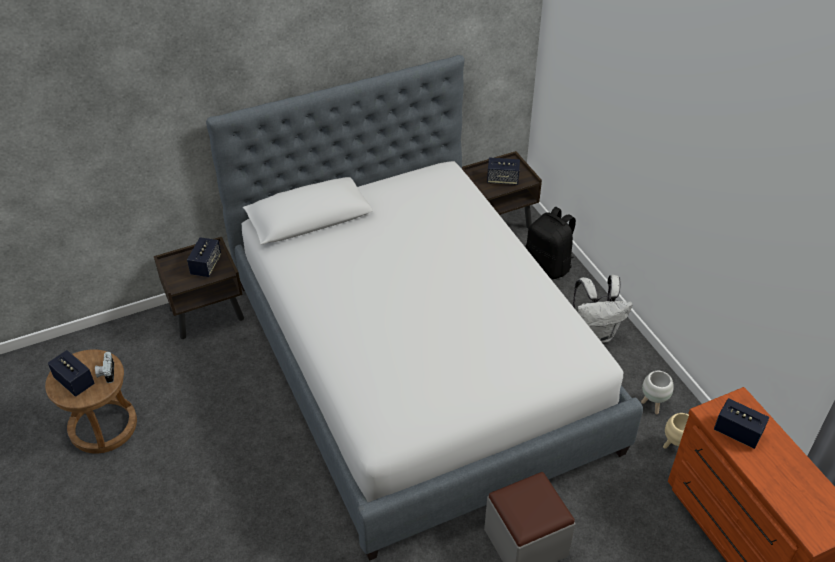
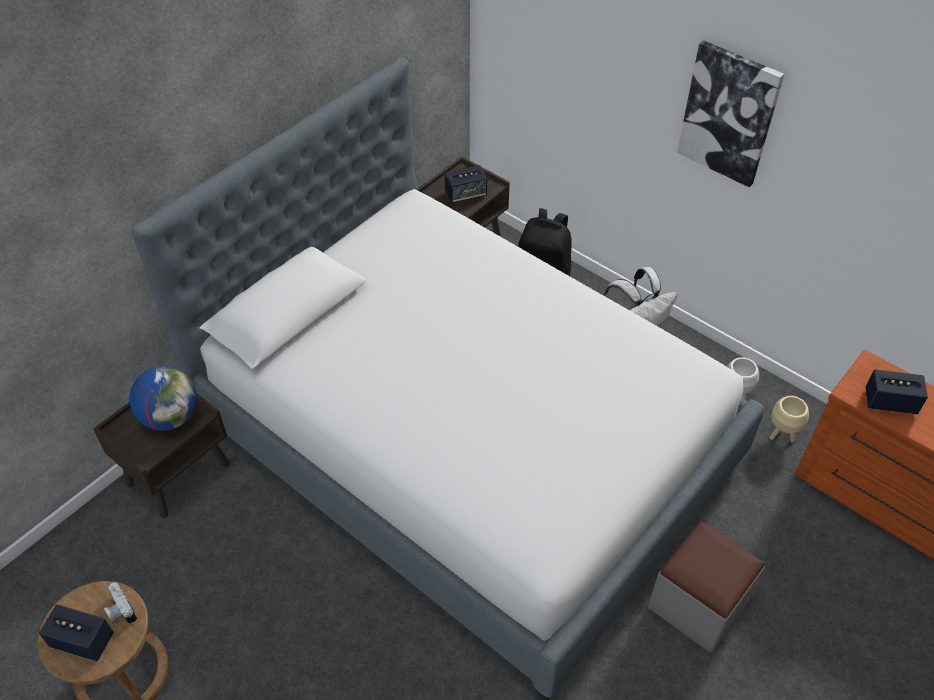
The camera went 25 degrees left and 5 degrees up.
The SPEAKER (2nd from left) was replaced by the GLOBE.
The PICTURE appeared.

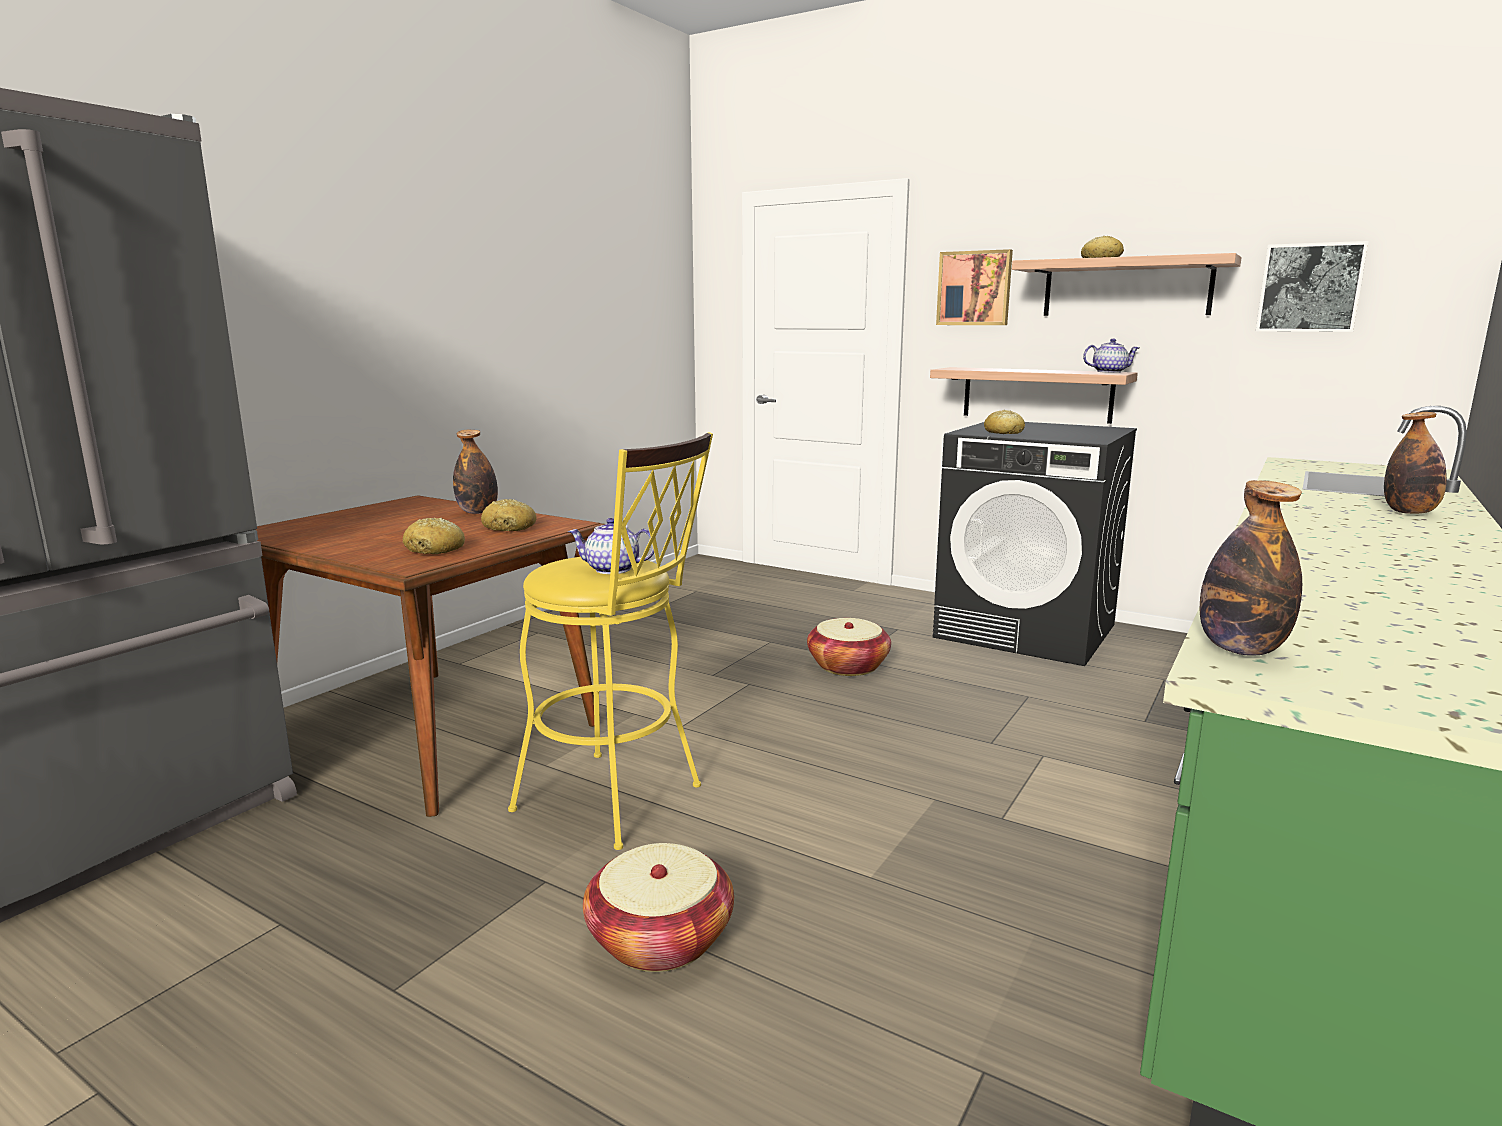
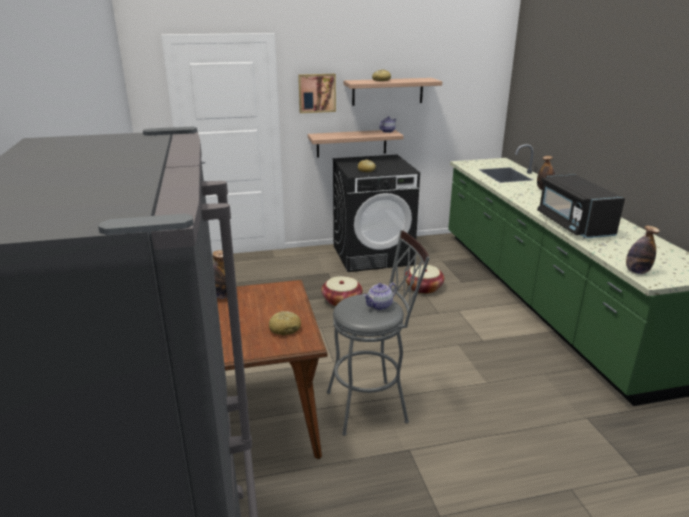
The camera went 45 degrees left and 10 degrees up.
The PICTURE (2nd from left) disappeared.
The YELLOW STOOL SEAT became the GRAY STOOL SEAT.
The BREAD (2nd from left) disappeared.
The STORAGE BASKET (1st from left in the first image) moved.
The BLACKISH MICROWAVE OVEN appeared.

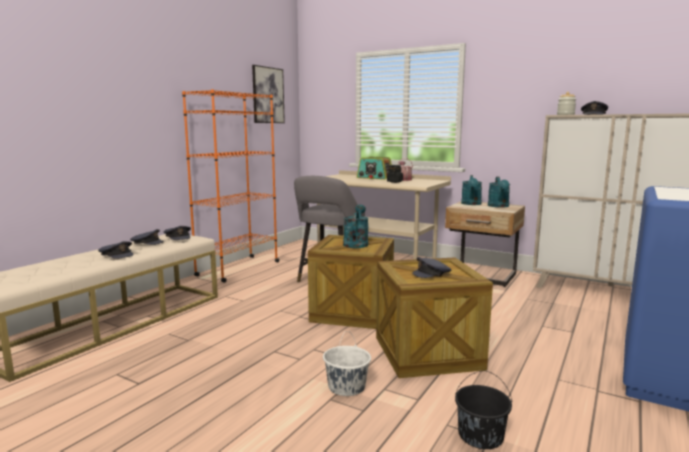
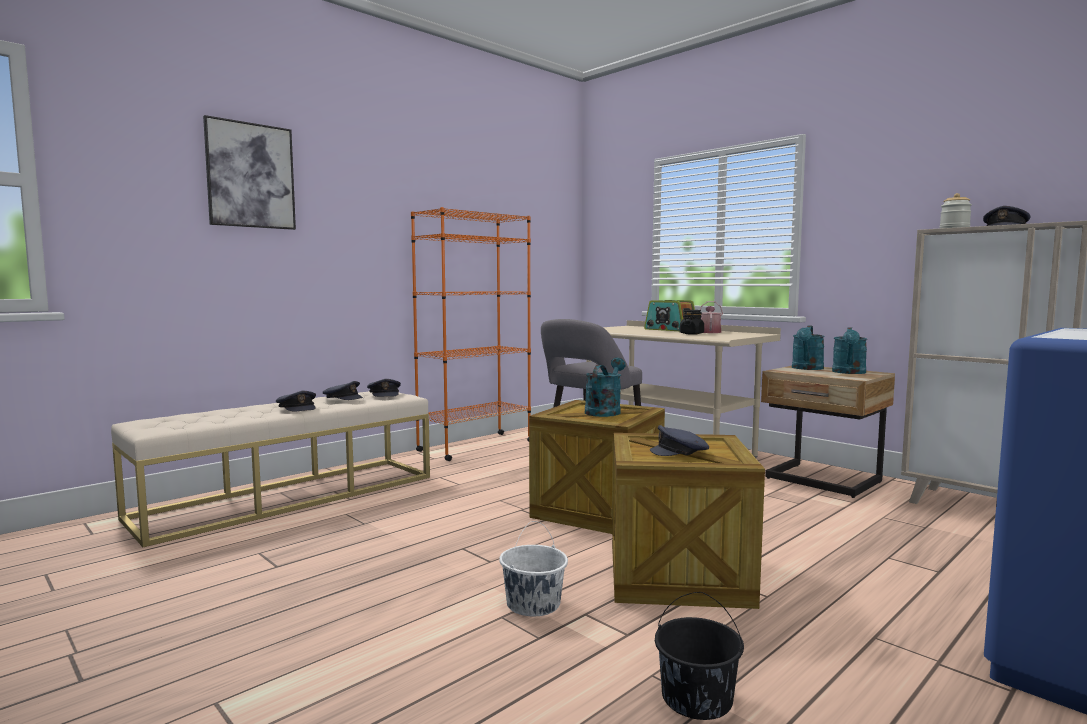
The camera went 15 degrees right and 5 degrees down.
The PICTURE moved.

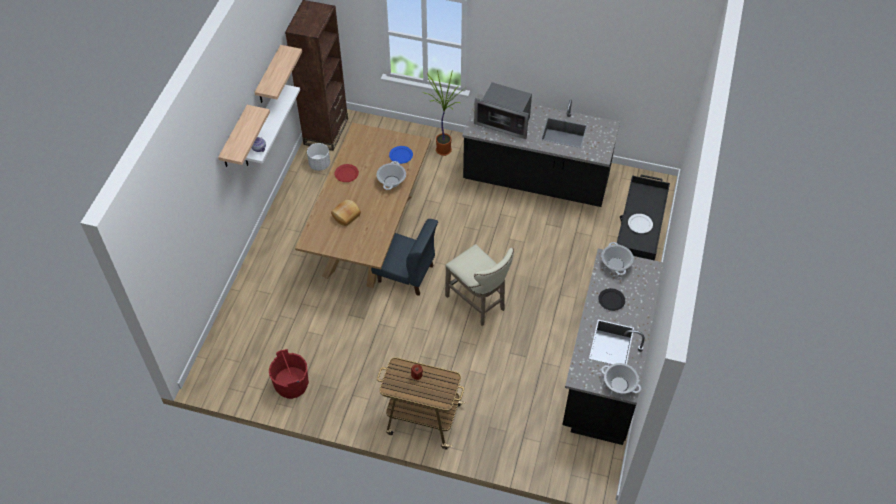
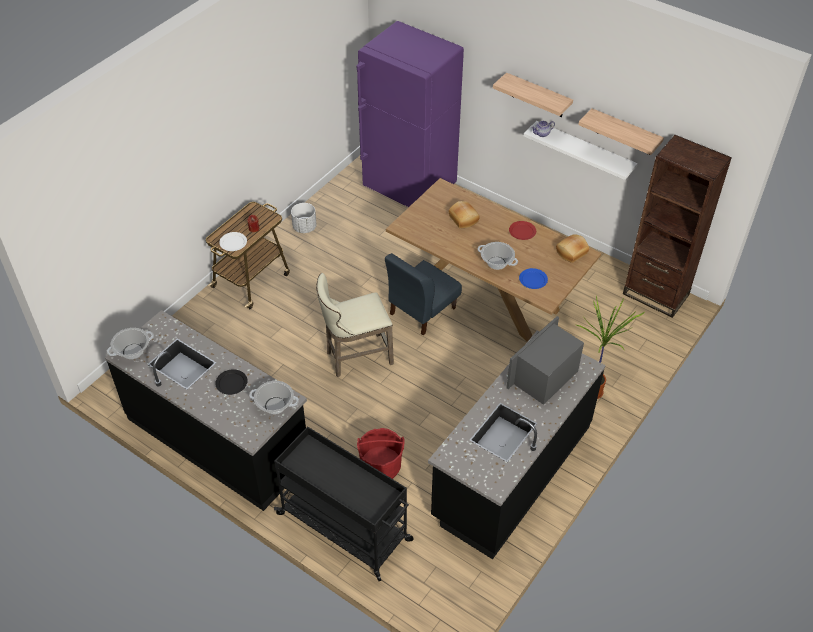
The camera went 110 degrees right and 5 degrees down.
The WHITISH FLOWER POT moved.
The WHITISH DINNER PLATE moved.
The RED-COLOURED WATER BUCKET moved.
The PURPLE-COLOURED FRIDGE appeared.
The BREAD (2nd from left) appeared.

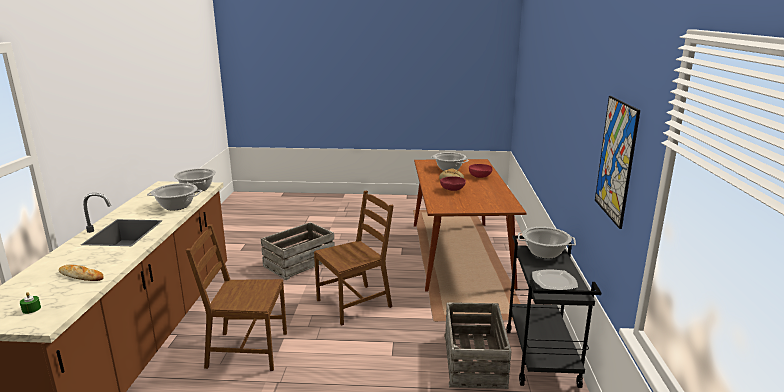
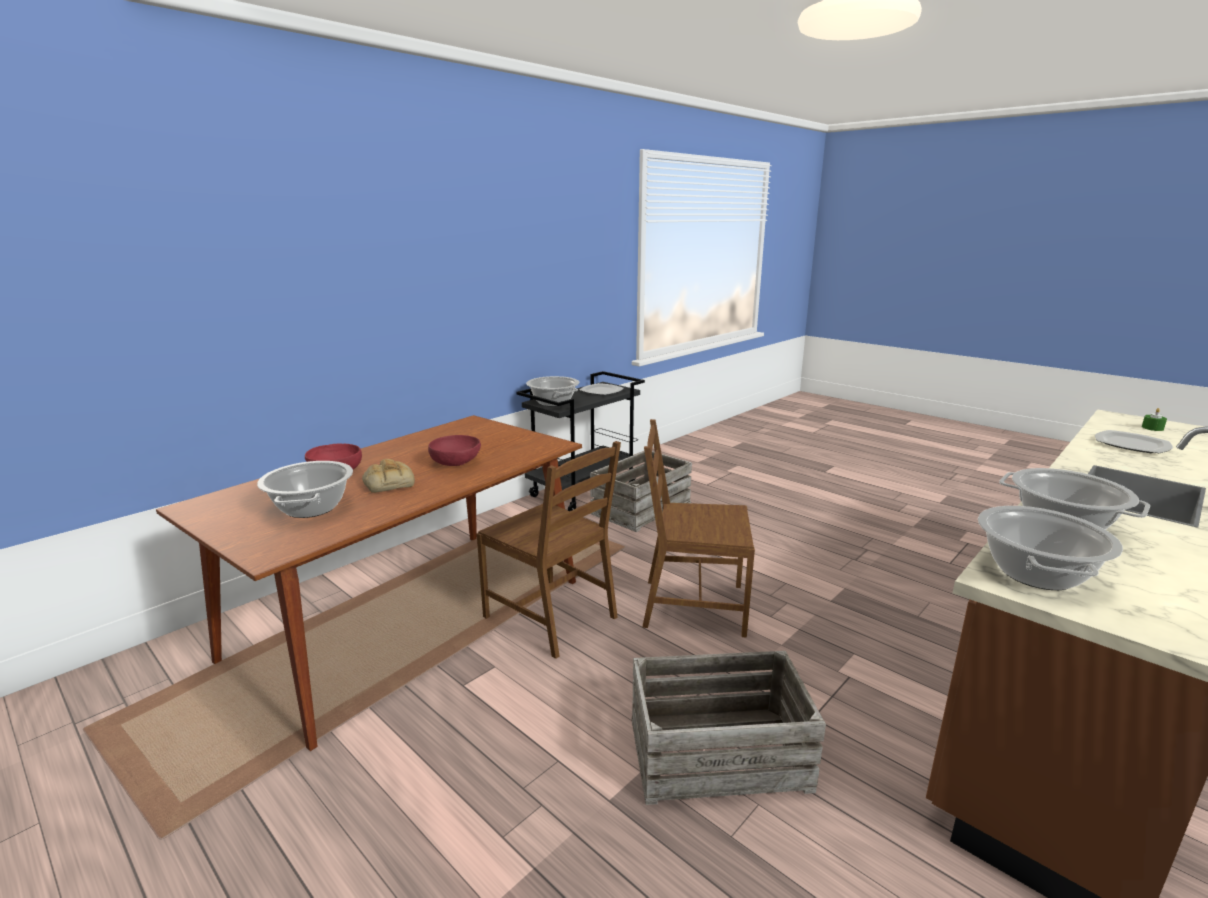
The camera went 140 degrees left and 0 degrees up.
The PICTURE disappeared.
The BROWNISH PLAIN CHAIR (1st from left) moved.
The BREAD (1st from left) was replaced by the DINNER PLATE (2nd from left).

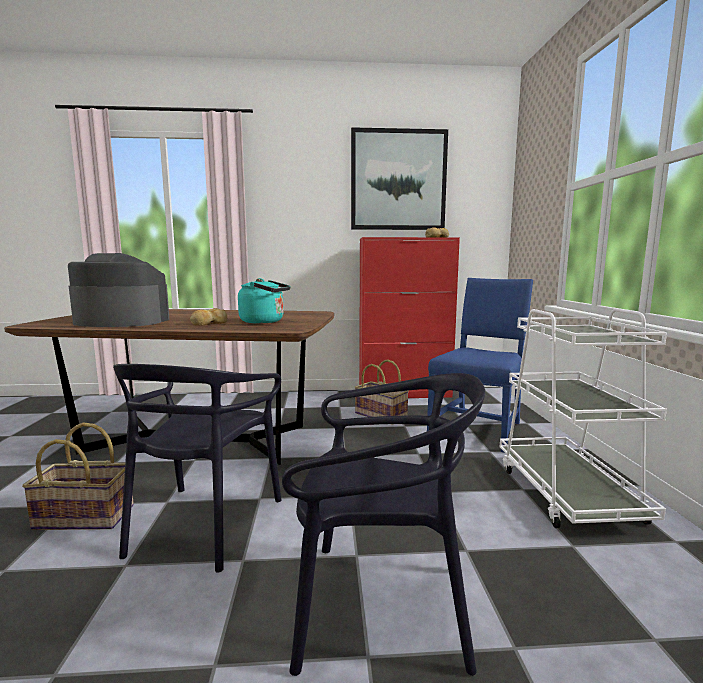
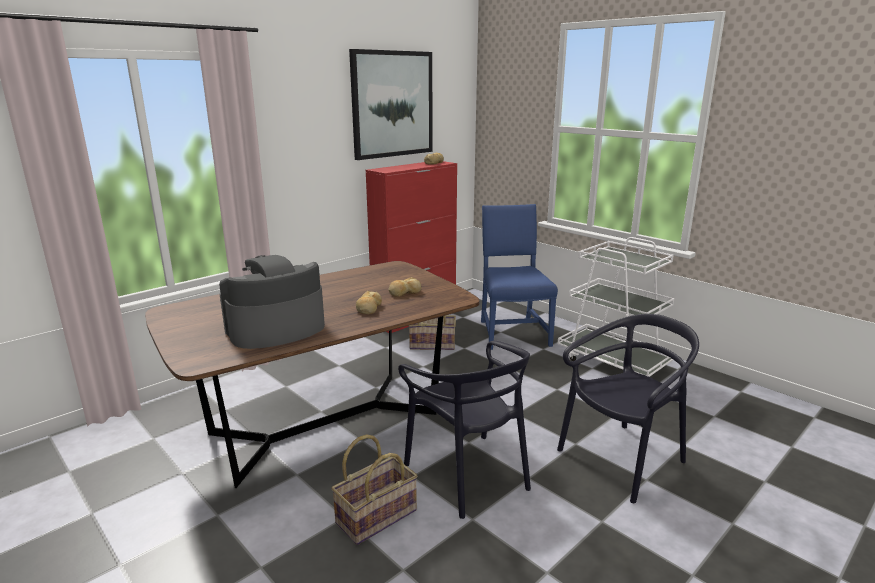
The camera went 40 degrees left and 10 degrees up.
The TURQUOISE TEA KETTLE was replaced by the BREAD (2nd from left).

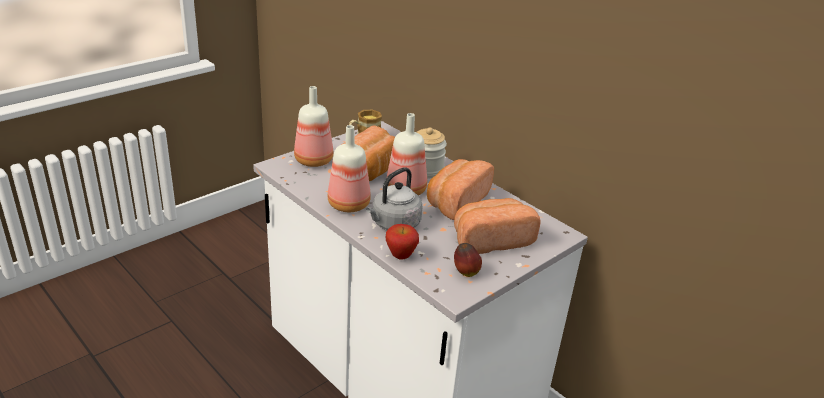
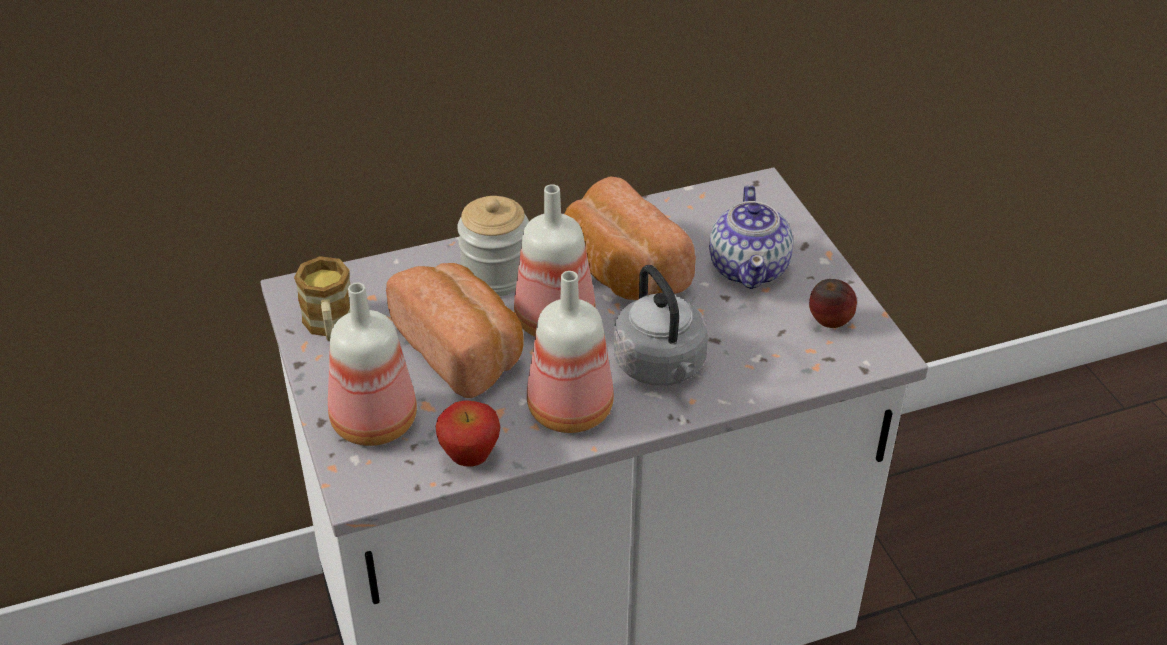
The camera went 65 degrees left and 10 degrees up.
The BREAD (3rd from left) was replaced by the TEA POT.
The APPLE (1st from left) moved.

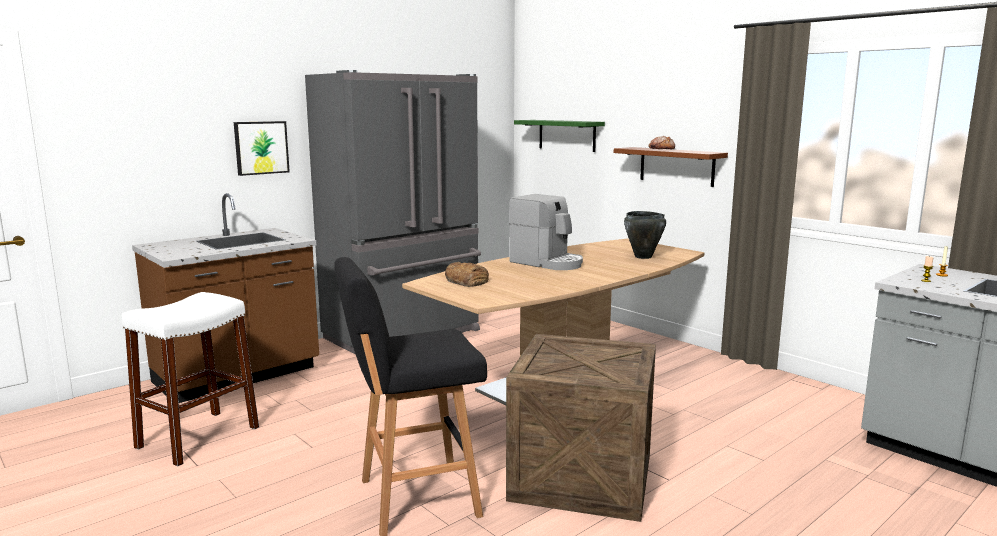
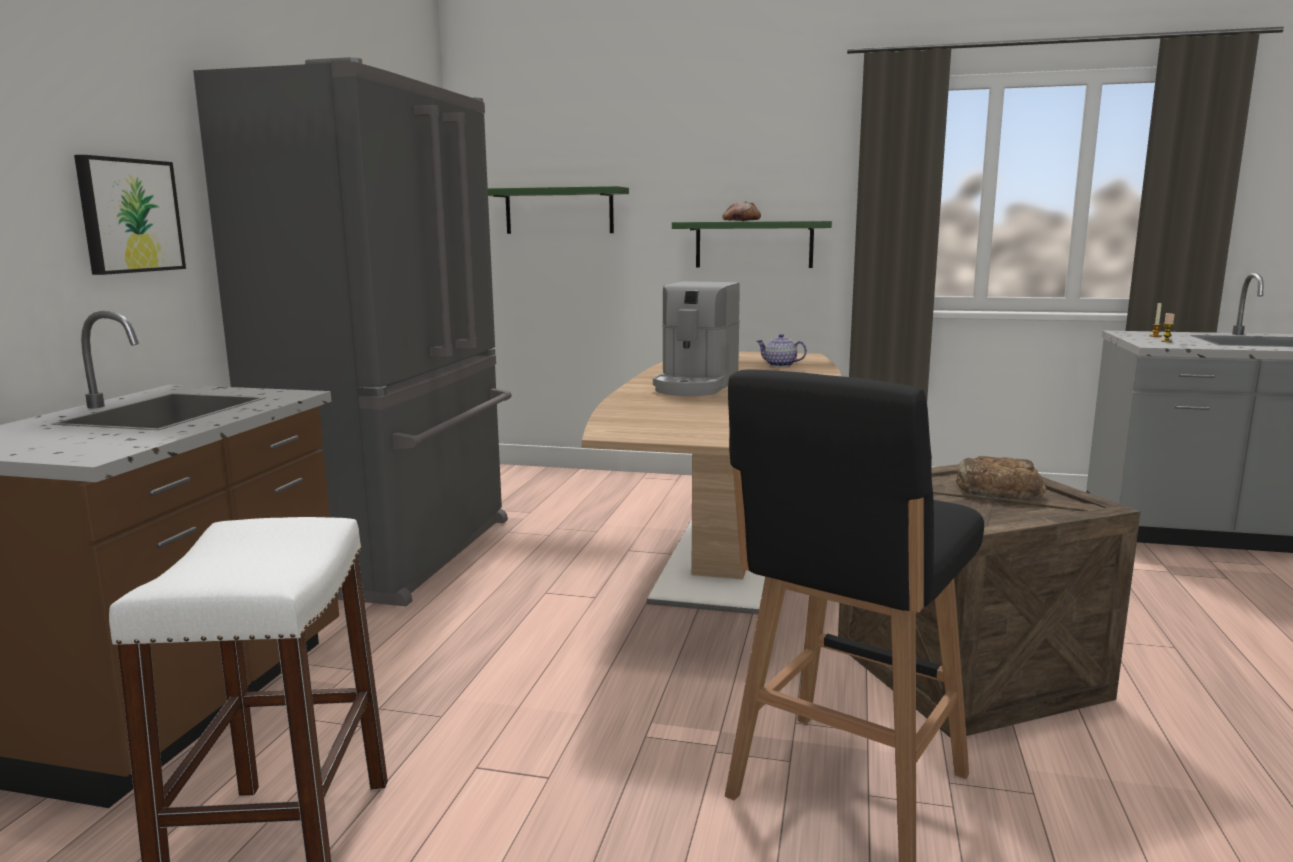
The camera went 35 degrees left and 0 degrees up.
The BROWNISH SHELF became the GREEN-COLOURED SHELF (2nd from left).
The COFFEE BREWER turned 105 degrees clockwise.
The BLACKISH SAUCEPOT was replaced by the TEA POT.
The BREAD (1st from left in the first image) moved.

